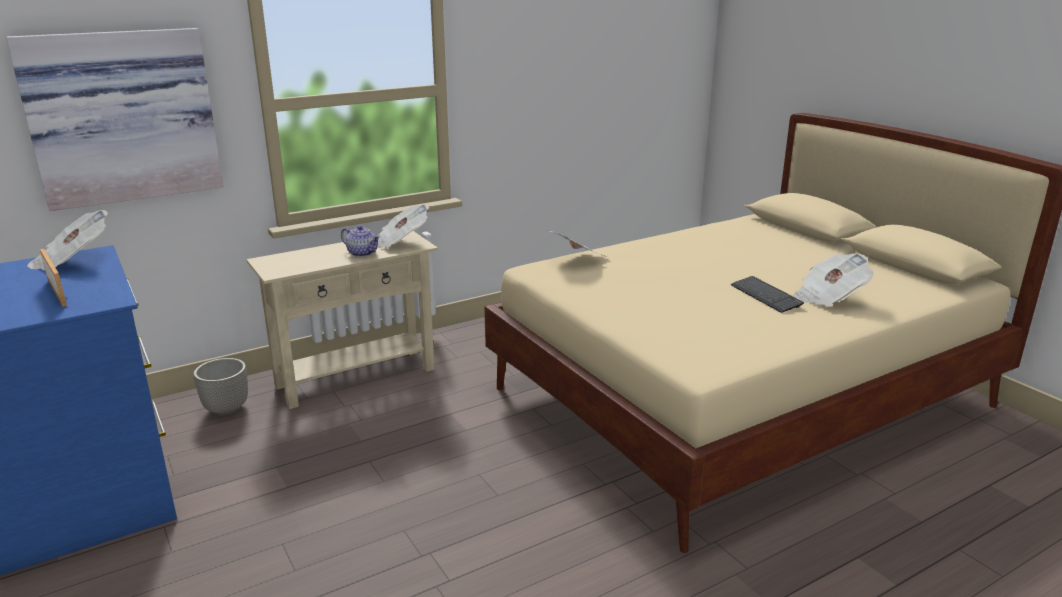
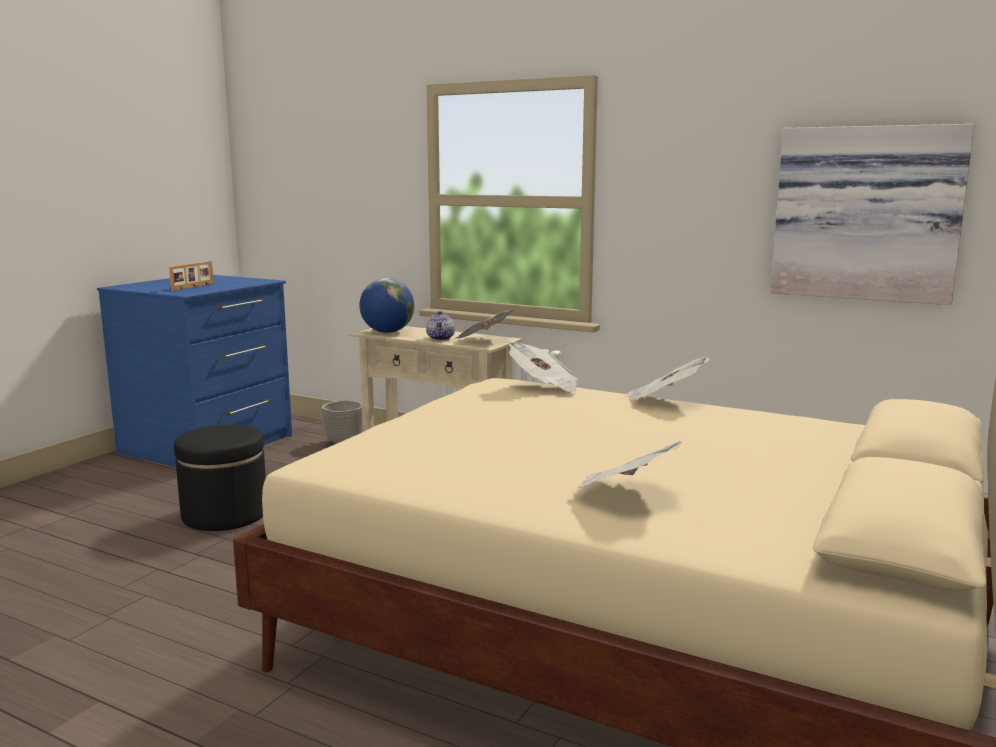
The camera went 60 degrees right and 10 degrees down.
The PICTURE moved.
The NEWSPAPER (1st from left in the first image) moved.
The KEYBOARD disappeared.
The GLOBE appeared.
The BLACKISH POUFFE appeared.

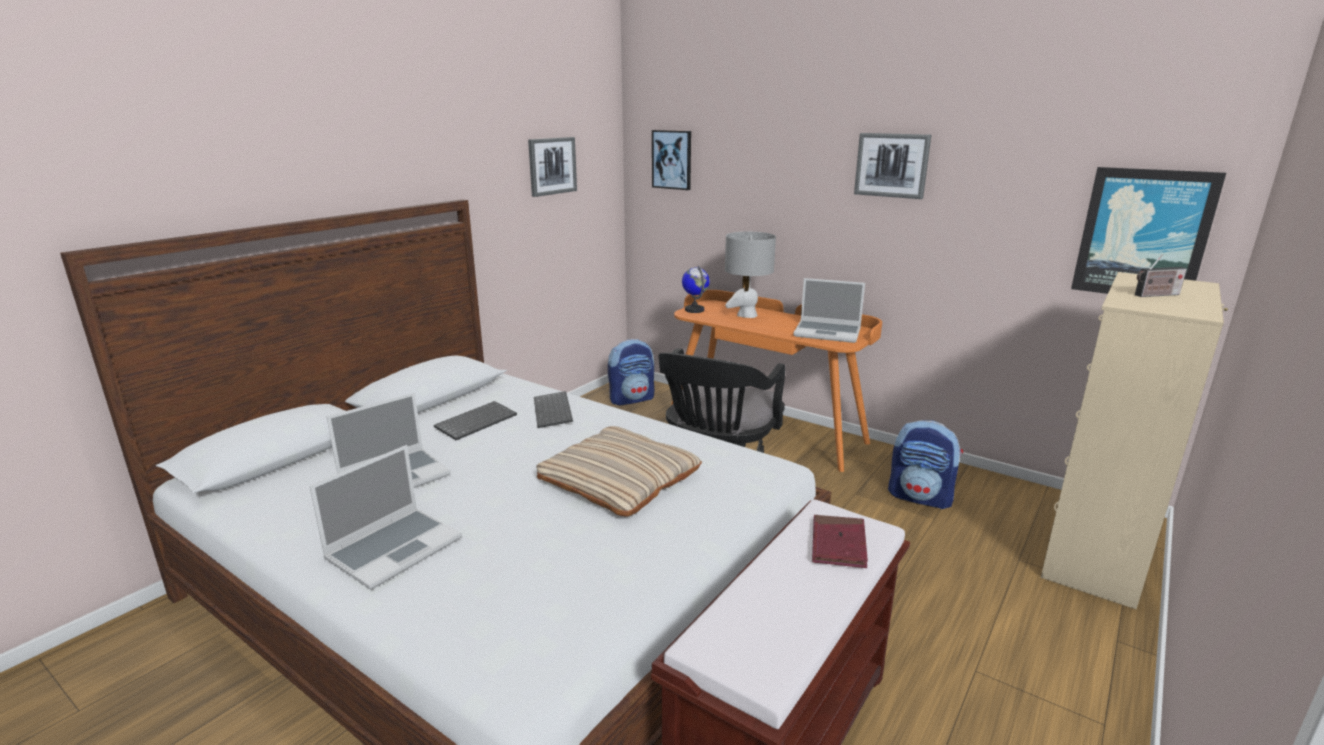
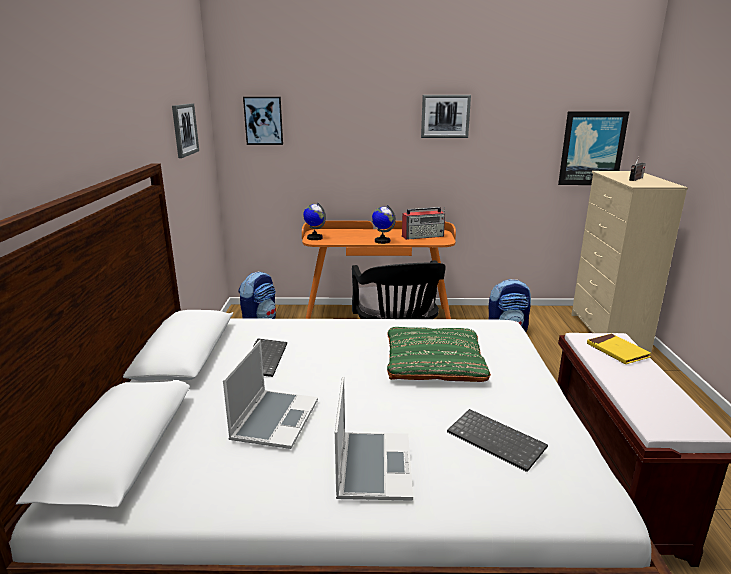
The camera went 35 degrees left and 0 degrees up.
The GRAY TABLETOP LAMP disappeared.
The NOTEBOOK COMPUTER (3rd from left) was replaced by the RADIO (1st from left).
The KEYBOARD (2nd from left) moved.
The BEIGE-COLOURED PILLOW became the GREEN-COLOURED PILLOW.
The RED-COLOURED VOLUME became the YELLOW VOLUME.
The GLOBE (2nd from left) appeared.

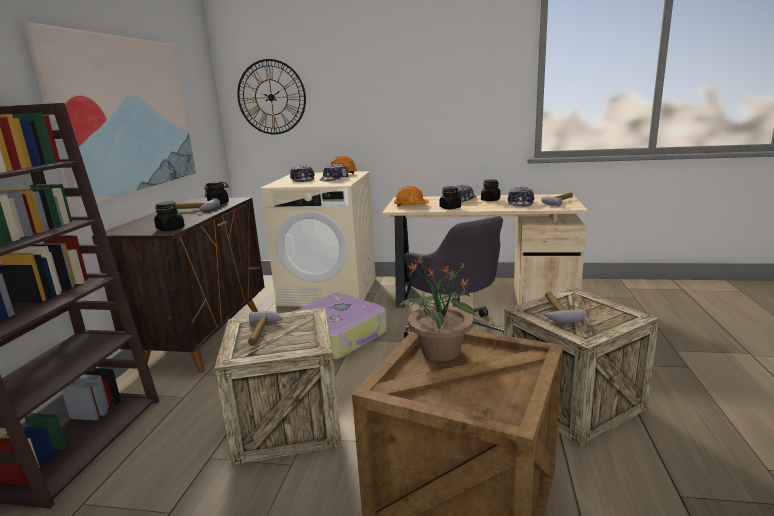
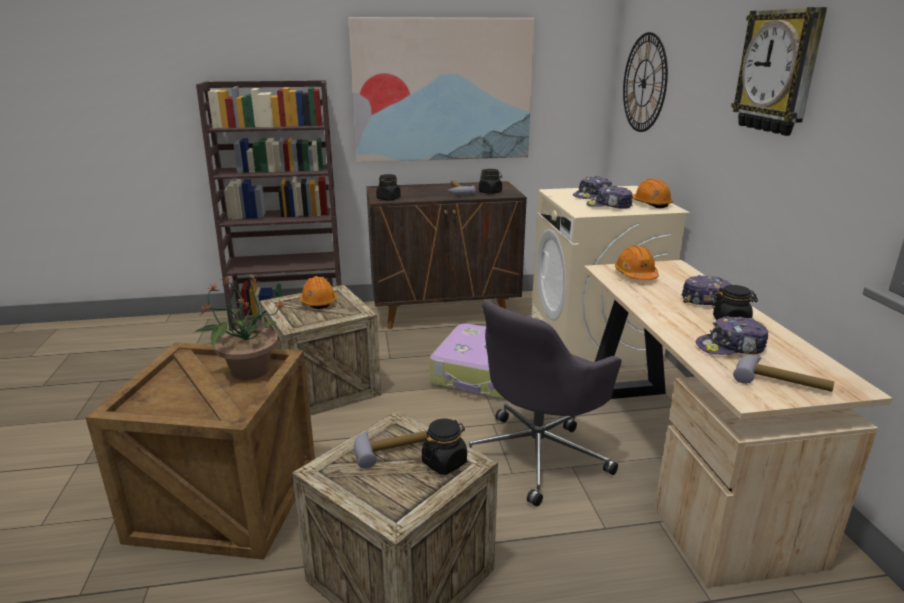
The camera went 70 degrees right and 5 degrees up.
The BLACKISH PRESERVE JAR (3rd from left in the first image) moved.
The TOOL HAMMER (2nd from left) was replaced by the ORANGEY SAFETY HELMET (1st from left).
The CLOCK ON THE WALL (2nd from left) appeared.

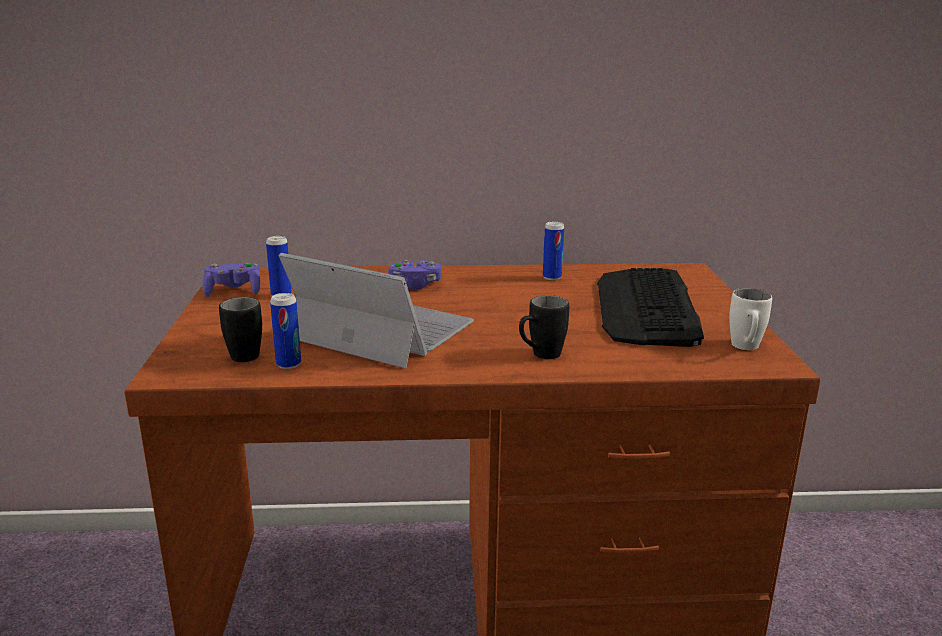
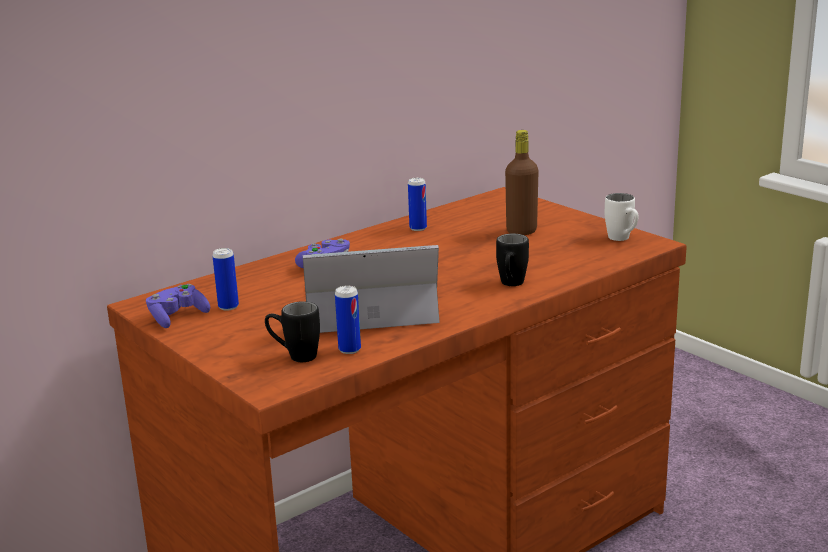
The camera went 35 degrees left and 0 degrees up.
The KEYBOARD was replaced by the BROWNISH DRINK BOTTLE.

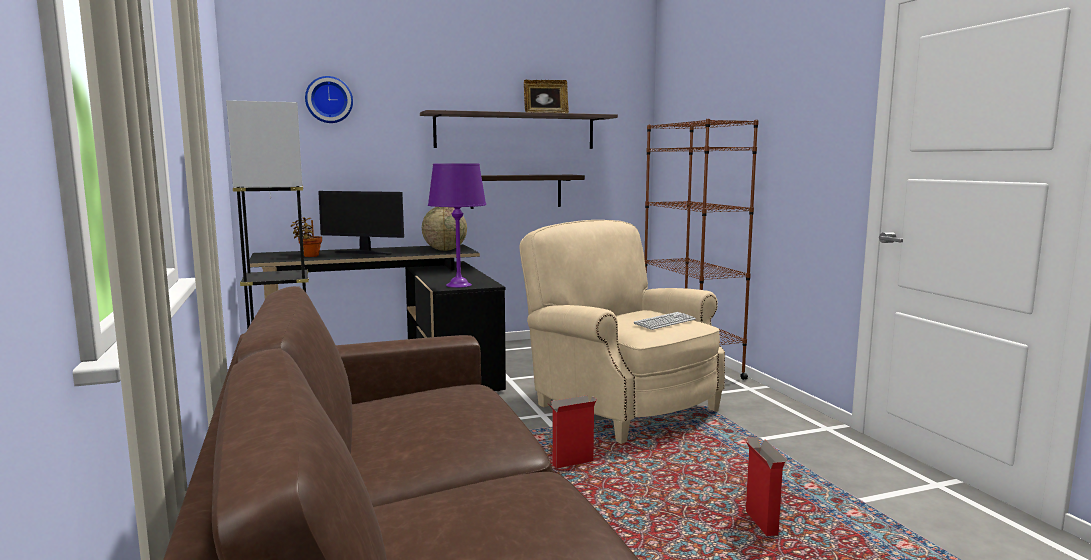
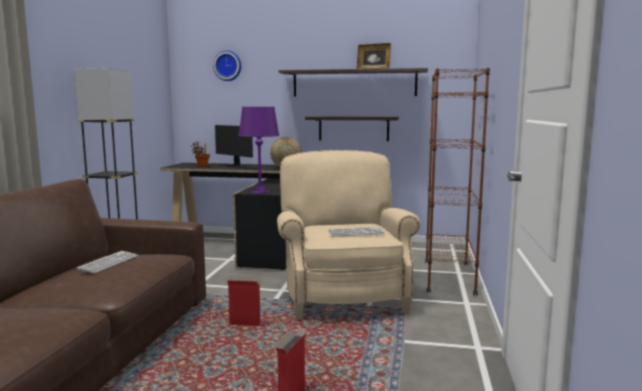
The camera went 30 degrees right and 0 degrees up.
The KEYBOARD (1st from left) appeared.

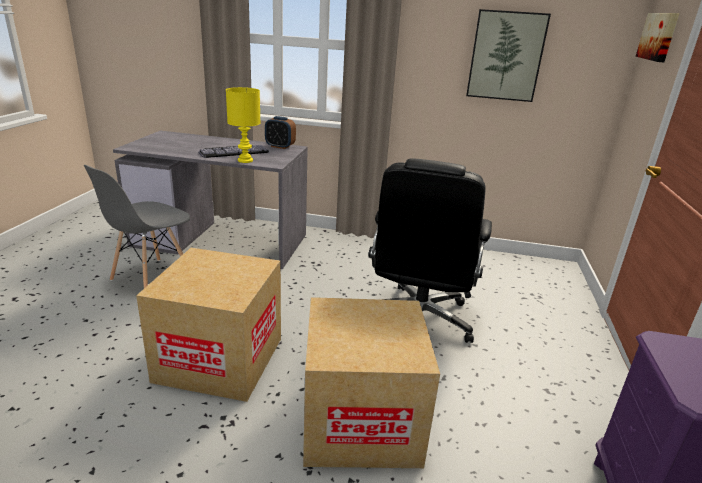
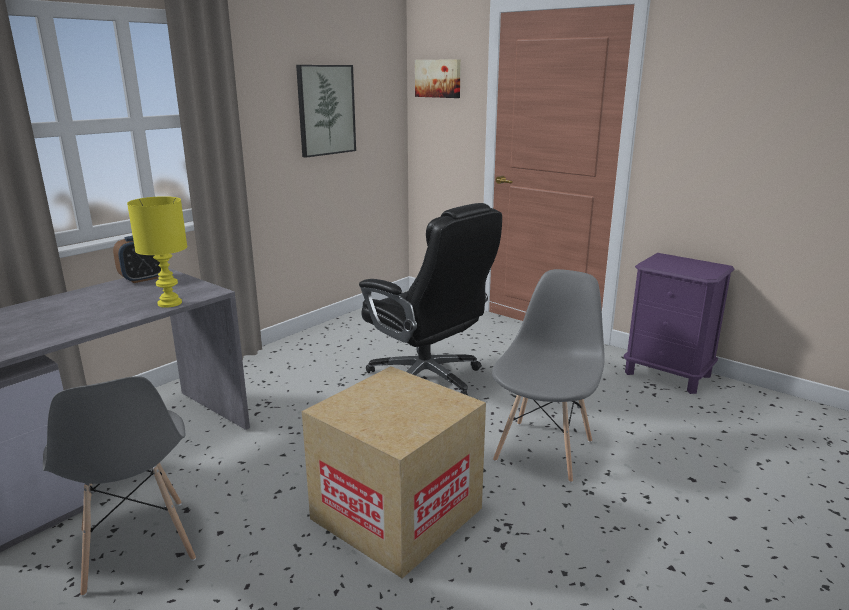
The camera went 60 degrees left and 5 degrees down.
The KEYBOARD disappeared.
The CARDBOARD BOX (2nd from left) was replaced by the GRAY PLAIN CHAIR (2nd from left).

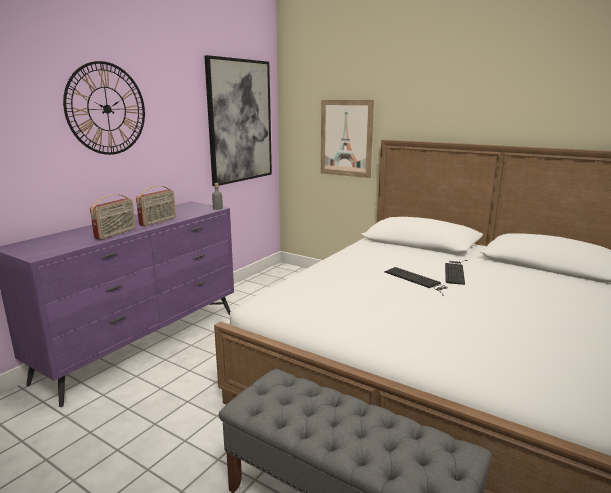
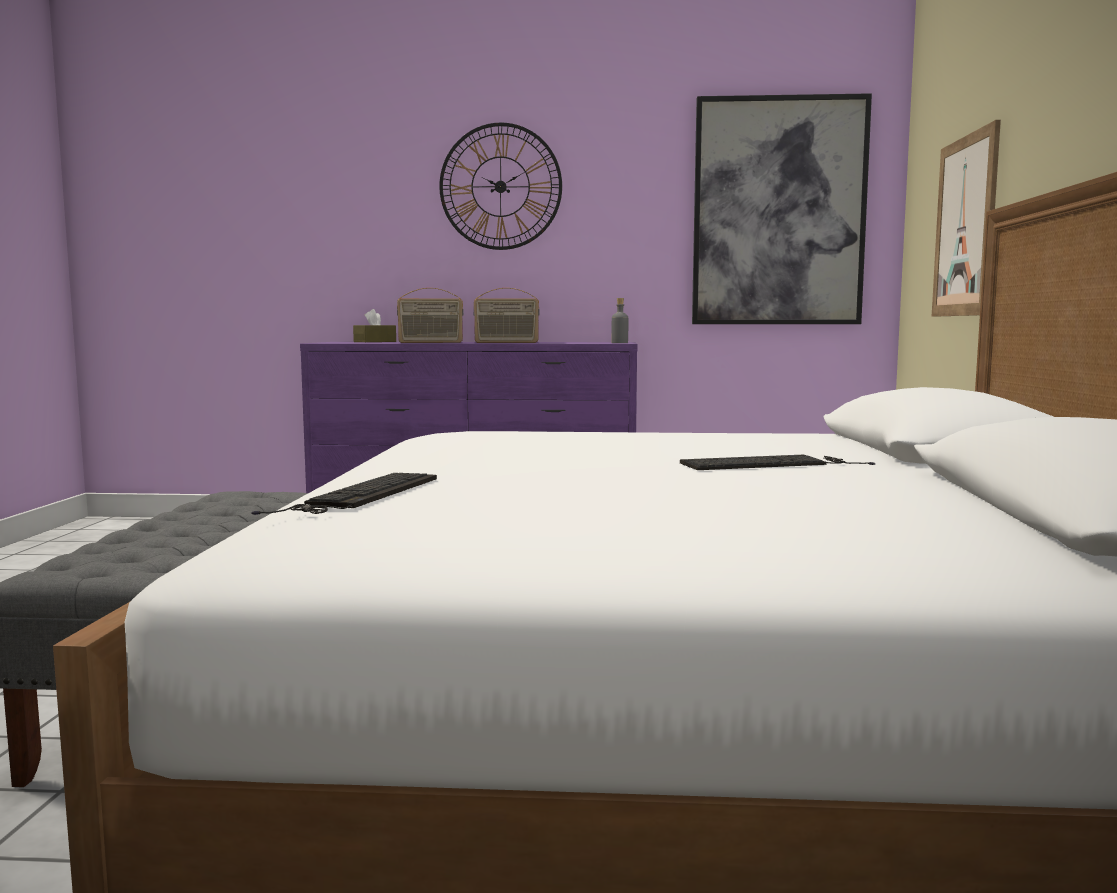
The camera went 60 degrees right and 10 degrees down.
The KEYBOARD (1st from left) moved.
The BROWNISH BOX OF TISSUES appeared.

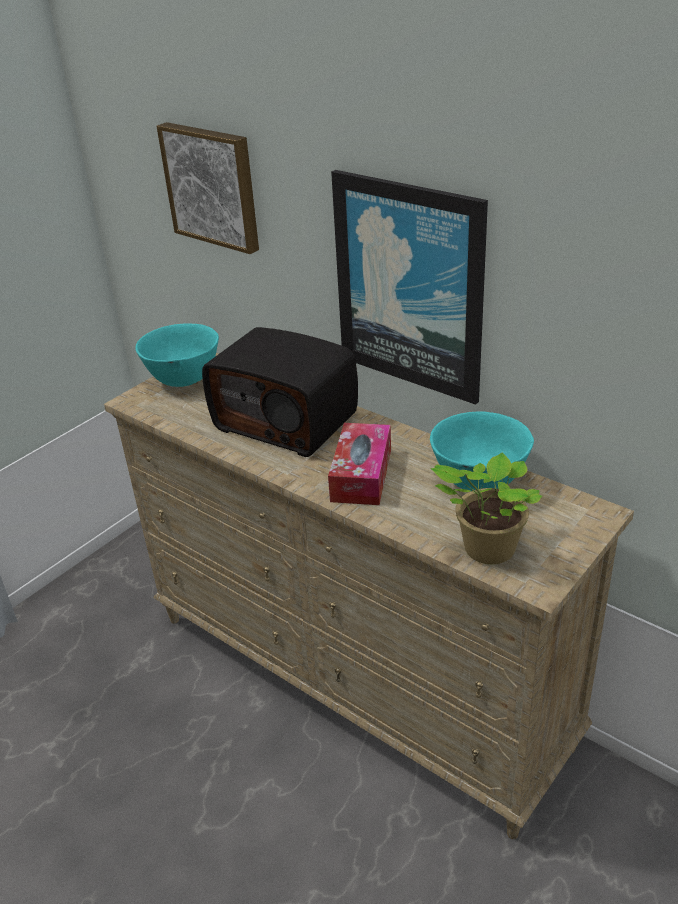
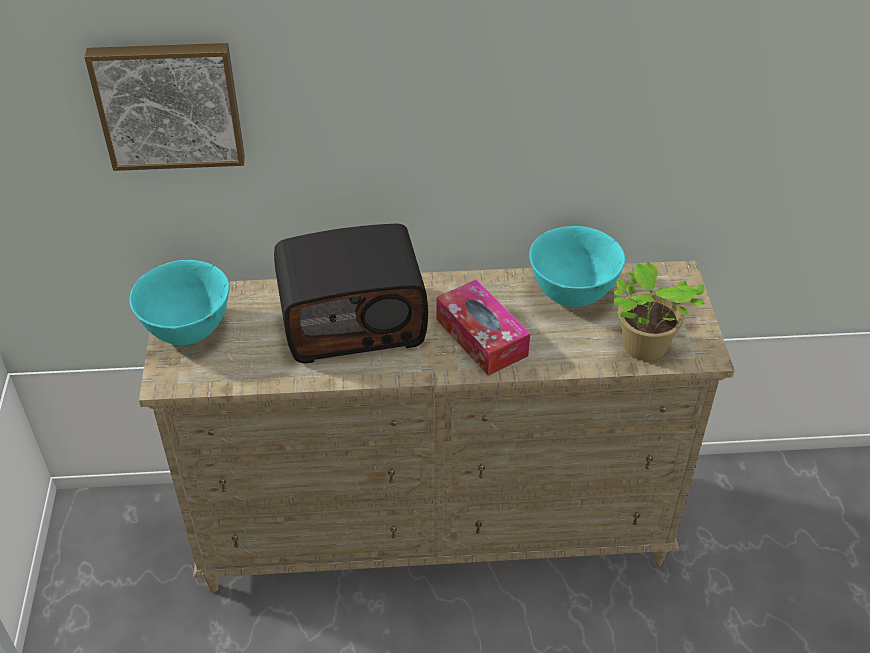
The camera went 45 degrees left and 10 degrees up.
The PICTURE (2nd from left) disappeared.

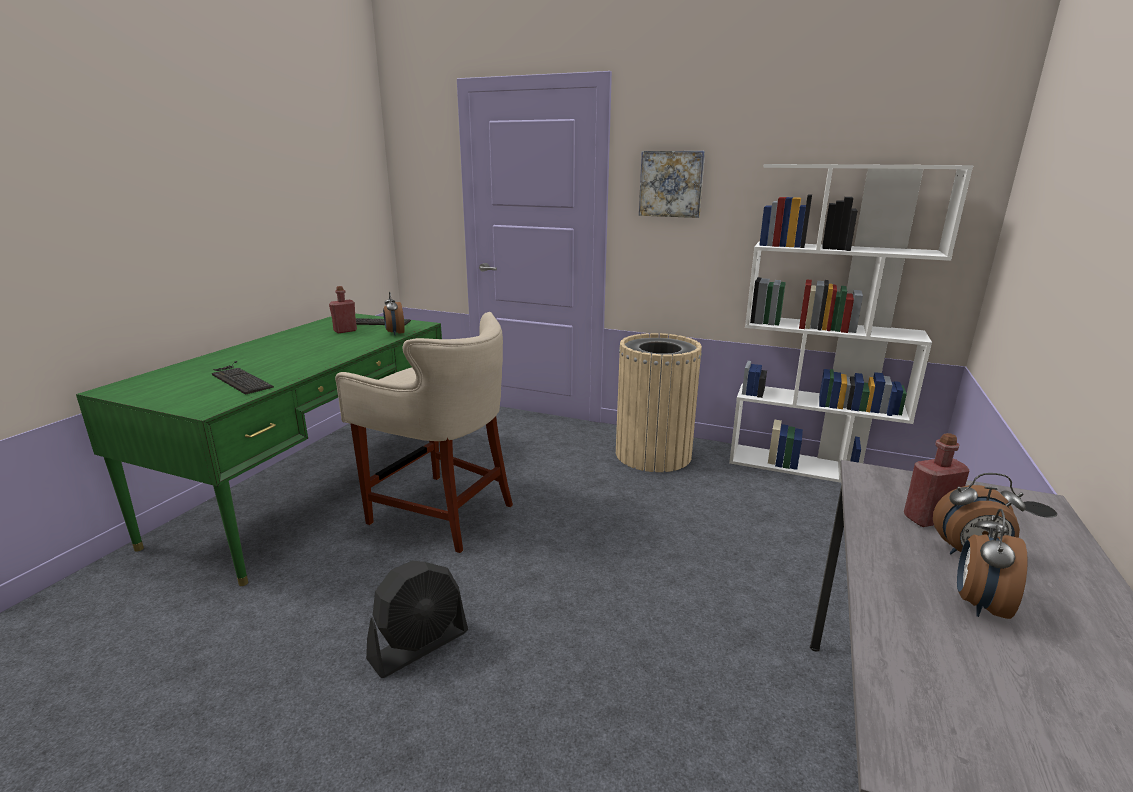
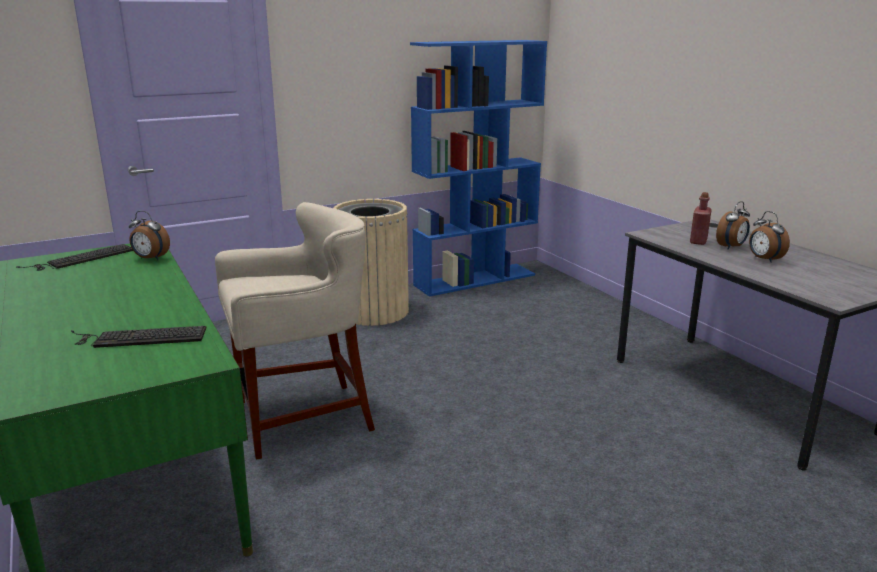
The camera went 50 degrees left and 0 degrees up.
The PICTURE disappeared.
The WHITISH BOOKSHELF became the BLUISH BOOKSHELF.
The RED-COLOURED DRINK BOTTLE (1st from left) disappeared.
The BLACKISH ELECTRIC FAN disappeared.

